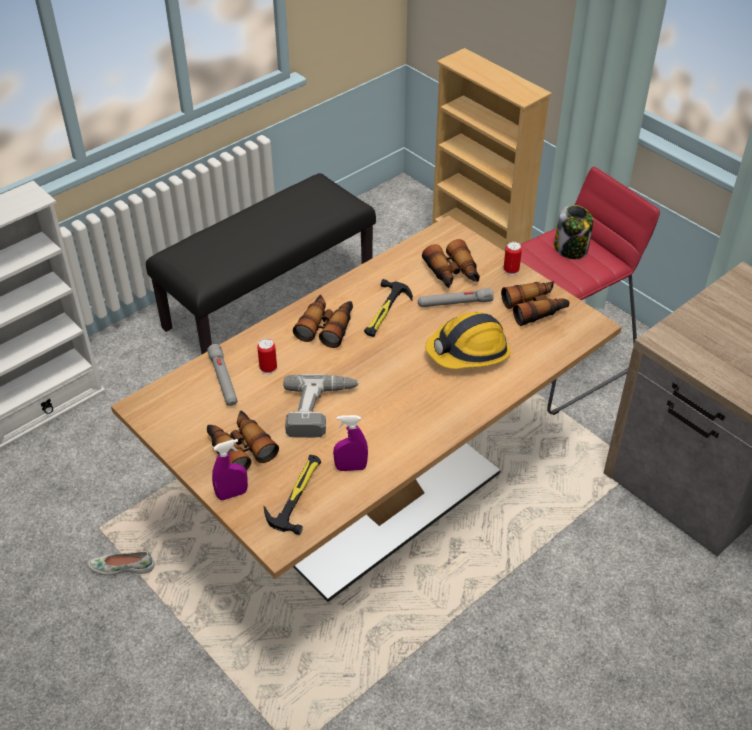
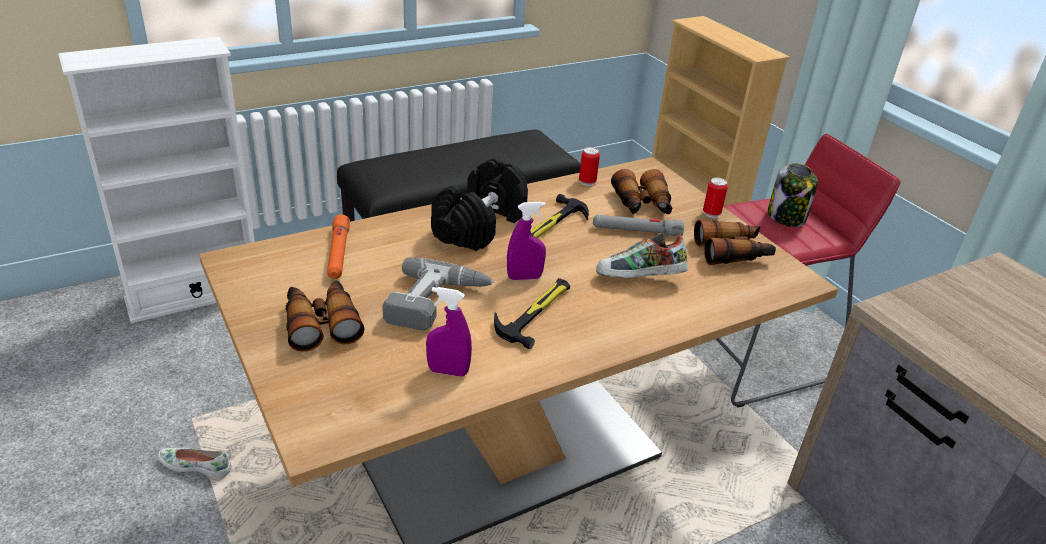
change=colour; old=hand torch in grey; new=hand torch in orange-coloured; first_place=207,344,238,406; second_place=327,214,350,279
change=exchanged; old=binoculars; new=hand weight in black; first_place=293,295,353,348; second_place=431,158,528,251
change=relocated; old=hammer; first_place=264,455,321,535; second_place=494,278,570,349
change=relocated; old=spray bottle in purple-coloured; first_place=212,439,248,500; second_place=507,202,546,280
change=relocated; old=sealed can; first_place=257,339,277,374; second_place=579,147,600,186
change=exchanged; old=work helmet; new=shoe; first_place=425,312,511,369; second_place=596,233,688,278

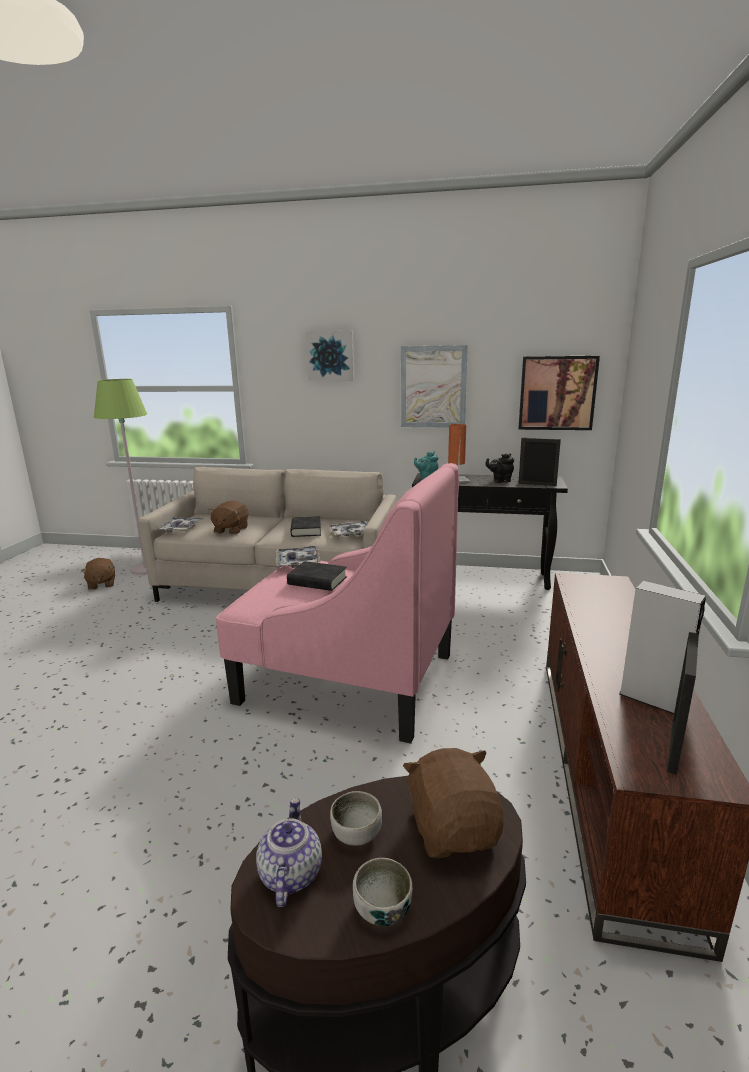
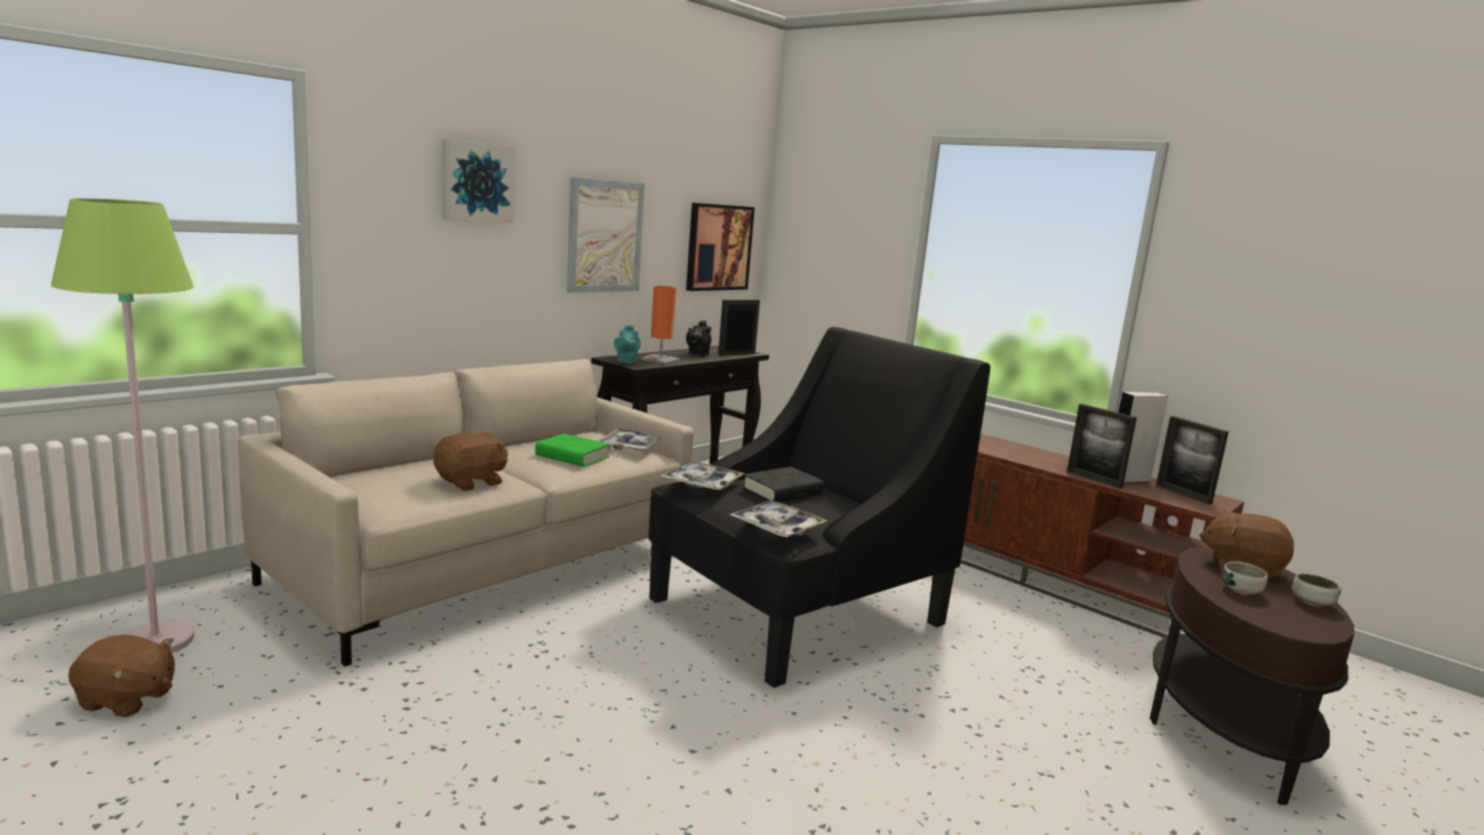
change=spun; old=cuddly toy in brown; first_place=208,500,248,535; second_place=433,431,508,491; degrees=-90
change=colour; old=book in black; new=book in green-coloured; first_place=290,516,321,537; second_place=535,433,610,467
change=colour; old=lounge chair in pinkish; new=lounge chair in black; first_place=216,463,459,744; second_place=648,327,990,688
change=relocated; old=carrying tray; first_place=155,517,204,532; second_place=729,500,827,538
change=appeared; new=standing frame; second_place=1067,404,1137,489
change=missing; old=pot for tea; first_place=256,797,322,907

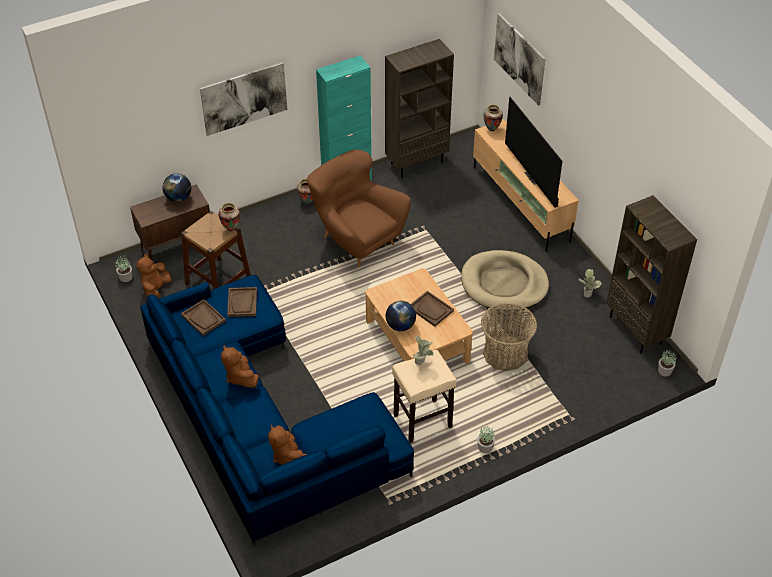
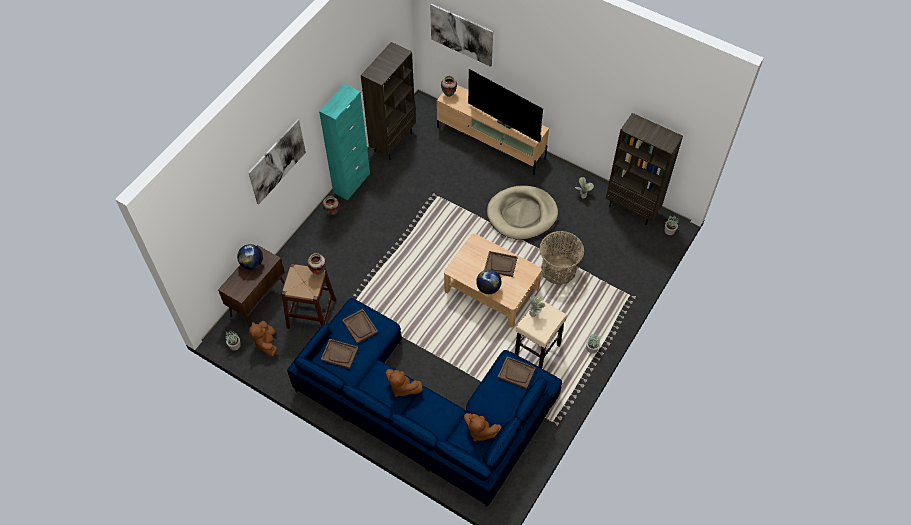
change=appeared; new=carrying tray in brown; second_place=498,356,536,389
change=missing; old=lounge chair in brown; first_place=307,150,411,267

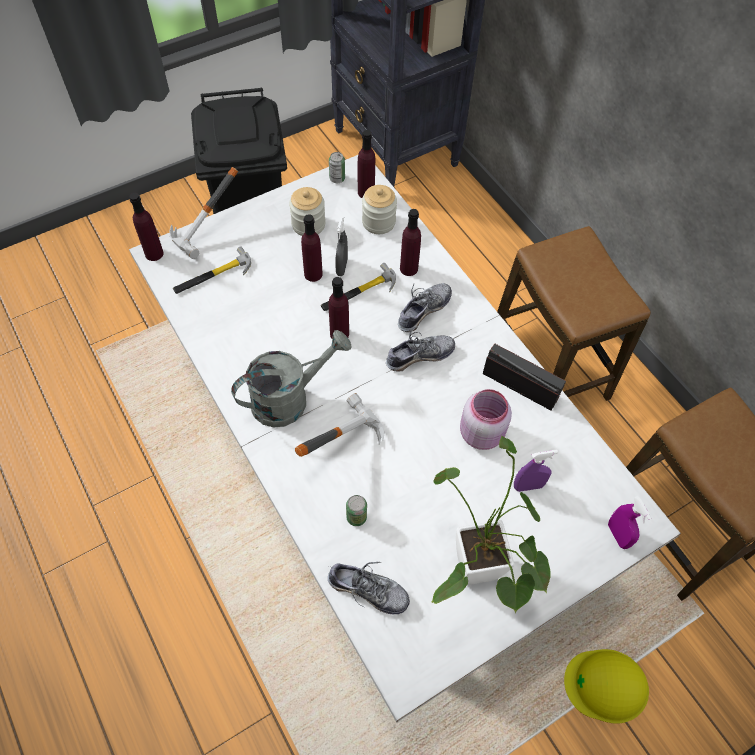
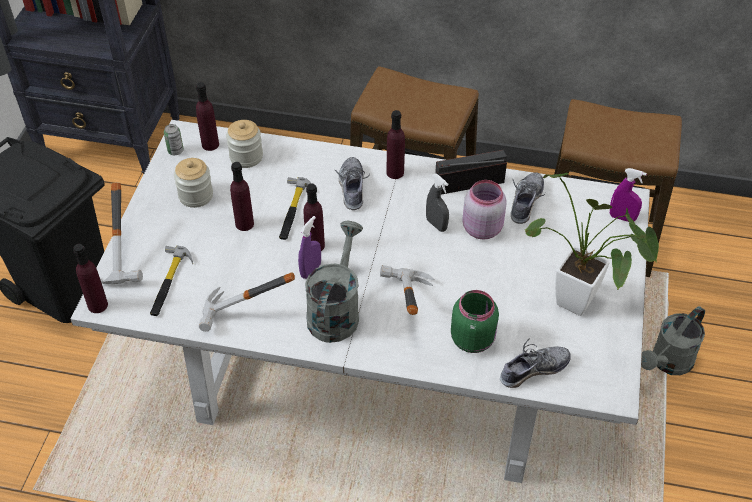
change=appeared; new=hammer; second_place=199,272,295,332
change=relocated; old=spray bottle in purple-coloured; first_place=514,450,558,492; second_place=298,216,321,279
change=relocated; old=beverage bottle in purple-coloured; first_place=400,209,421,276; second_place=386,110,405,179
change=relocated; old=spray bottle in grey; first_place=335,217,348,276; second_place=426,174,449,232
change=exchanged; old=sealed can; new=preserve jar in green-coloured; first_place=346,495,367,526; second_place=451,290,499,353
change=relocated; old=shoe; first_place=386,326,455,372; second_place=511,172,546,224
change=exchanged; old=work helmet in yellow-coloured; new=watering can in grey; first_place=564,649,649,723; second_place=641,306,705,375

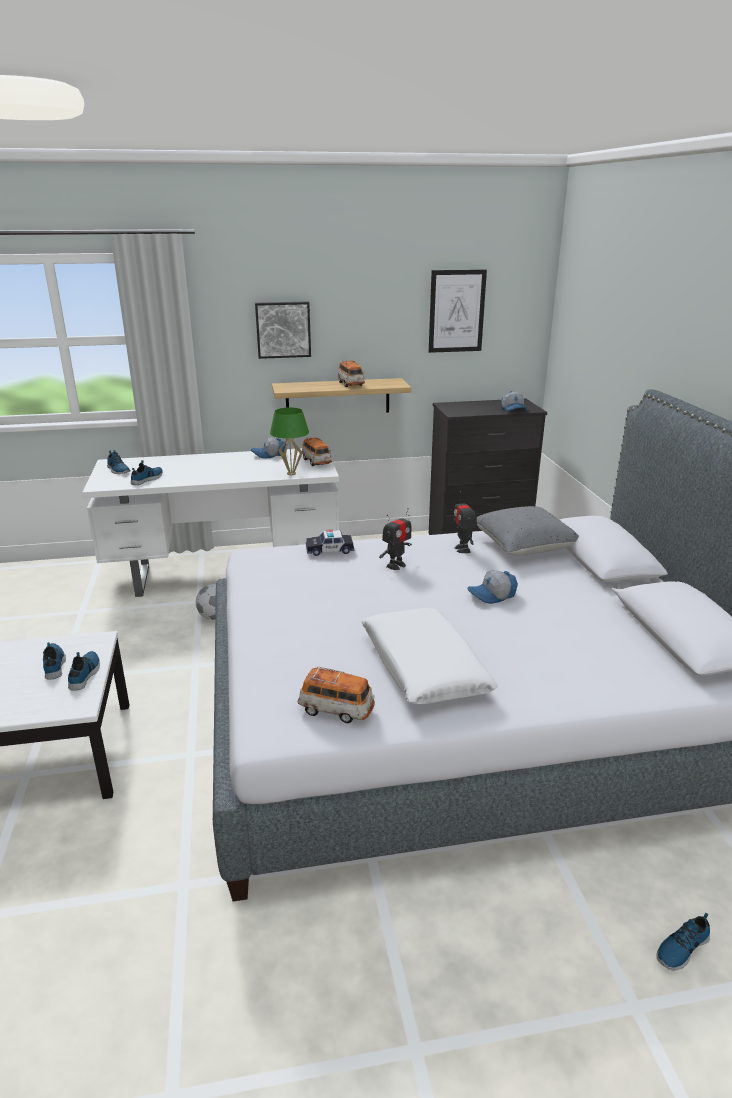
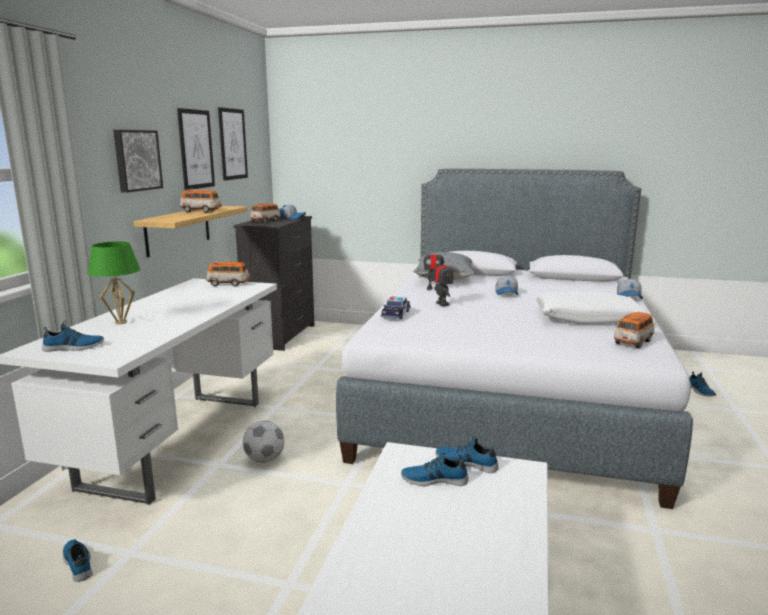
change=relocated; old=shoe; first_place=131,460,163,485; second_place=63,539,93,582
change=relocated; old=lamp for a table in green-coloured; first_place=270,408,309,475; second_place=88,242,140,324
change=appeared; new=wall picture; second_place=177,108,215,190
change=appeared; new=model car; second_place=250,203,281,223
change=relocated; old=baseball cap; first_place=251,437,286,459; second_place=617,278,643,299

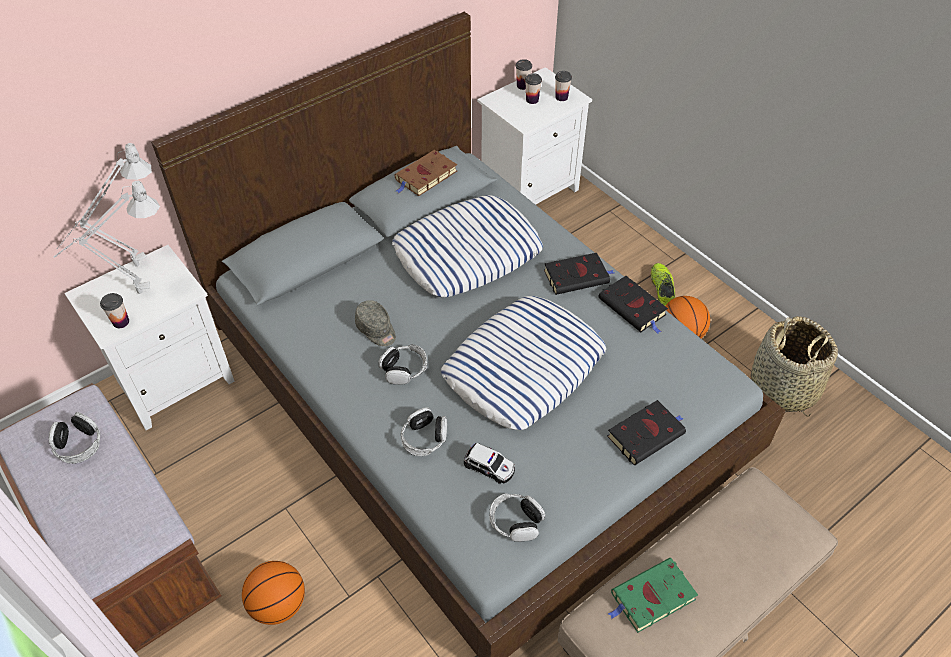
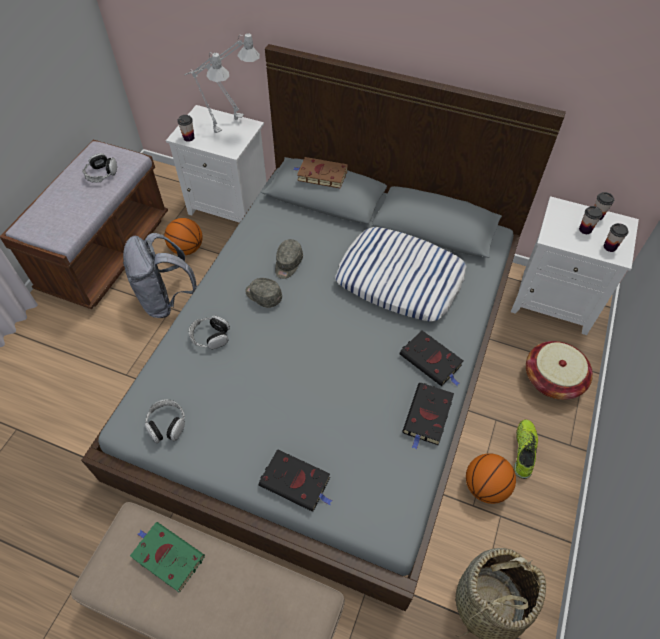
change=appeared; new=backpack in grey; second_place=123,233,197,318
change=relocated; old=basketball; first_place=242,561,305,625; second_place=164,218,203,255
change=exchanged; old=headphones; new=baseball cap in grey; first_place=378,344,427,384; second_place=245,278,282,308
change=relocated; old=book in brown; first_place=395,150,457,196; second_place=293,157,348,189
change=spun; old=shoe; first_place=651,263,675,306; second_place=514,419,538,479; degrees=-45
change=appeared; new=storage basket; second_place=526,341,593,400
change=missing; old=pillow; first_place=441,296,606,430
change=missing; old=model car; first_place=464,443,515,484

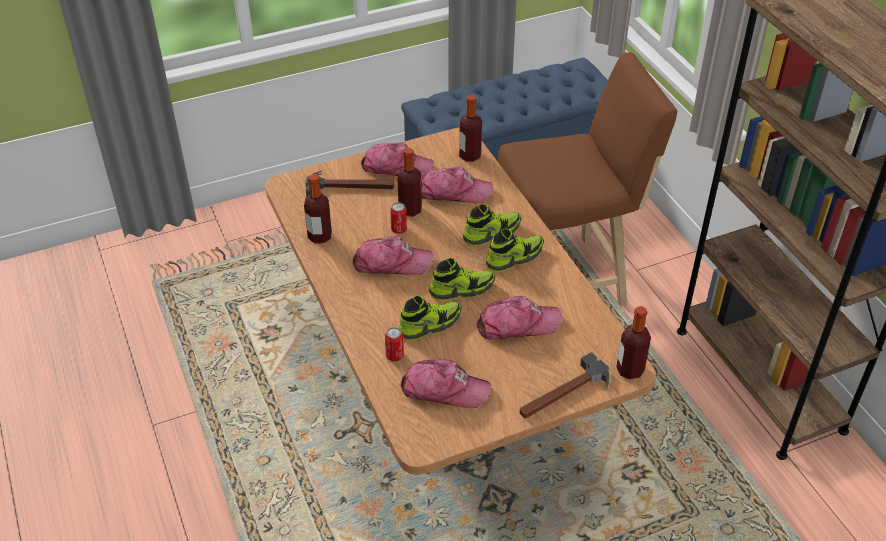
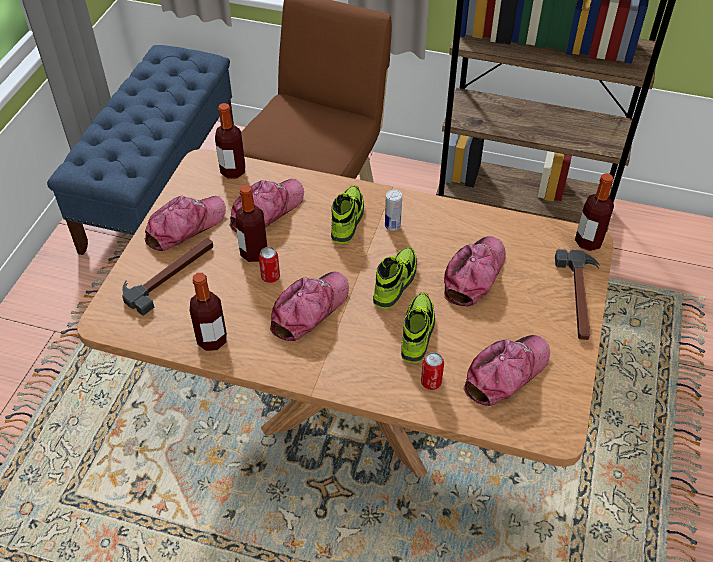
change=exchanged; old=shoe; new=sealed can; first_place=486,228,544,272; second_place=385,190,402,231

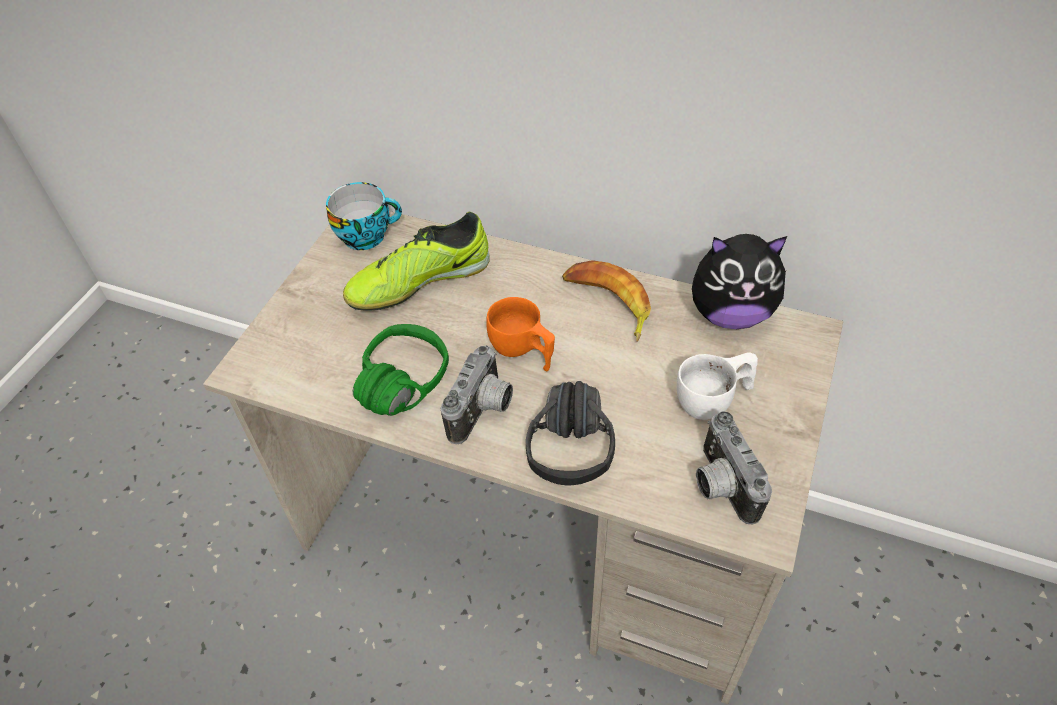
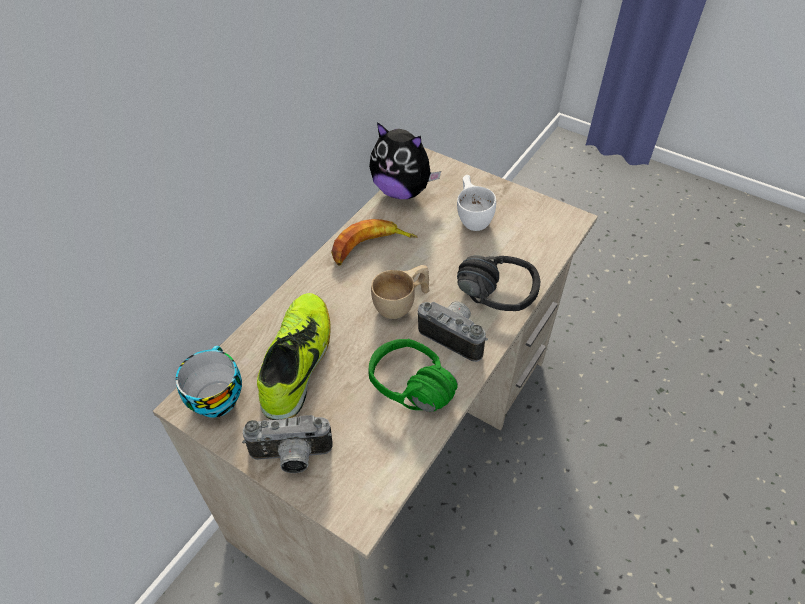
change=relocated; old=still camera; first_place=696,411,772,525; second_place=242,415,333,473
change=spun; old=shoe; first_place=343,212,490,311; second_place=257,293,331,420; degrees=-150
change=spun; old=cuddly toy; first_place=692,234,787,329; second_place=369,122,441,199; degrees=105
change=colour; old=small cup in orange-coloured; new=small cup in beige; first_place=486,297,555,371; second_place=371,265,430,319

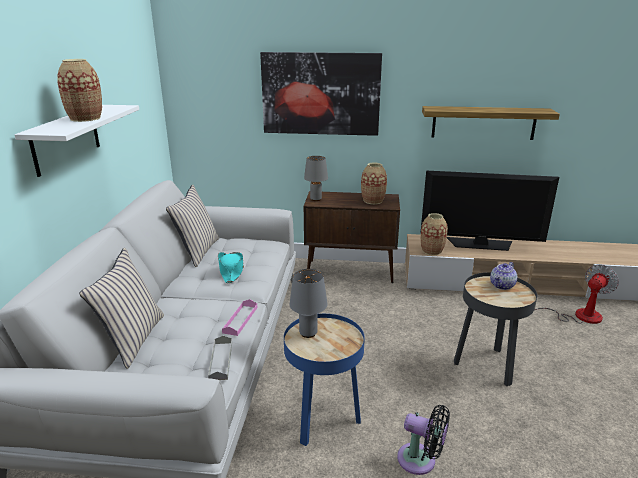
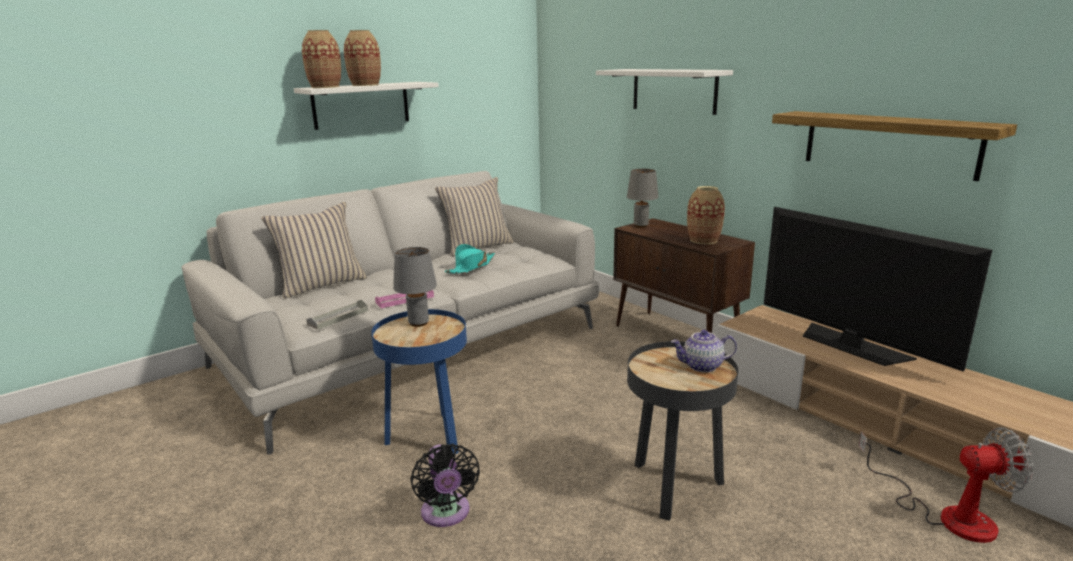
change=relocated; old=flower vase; first_place=421,213,448,255; second_place=302,30,341,88
change=exchanged; old=wall picture; new=wall shelf in white-coloured; first_place=260,52,382,136; second_place=596,69,733,115

